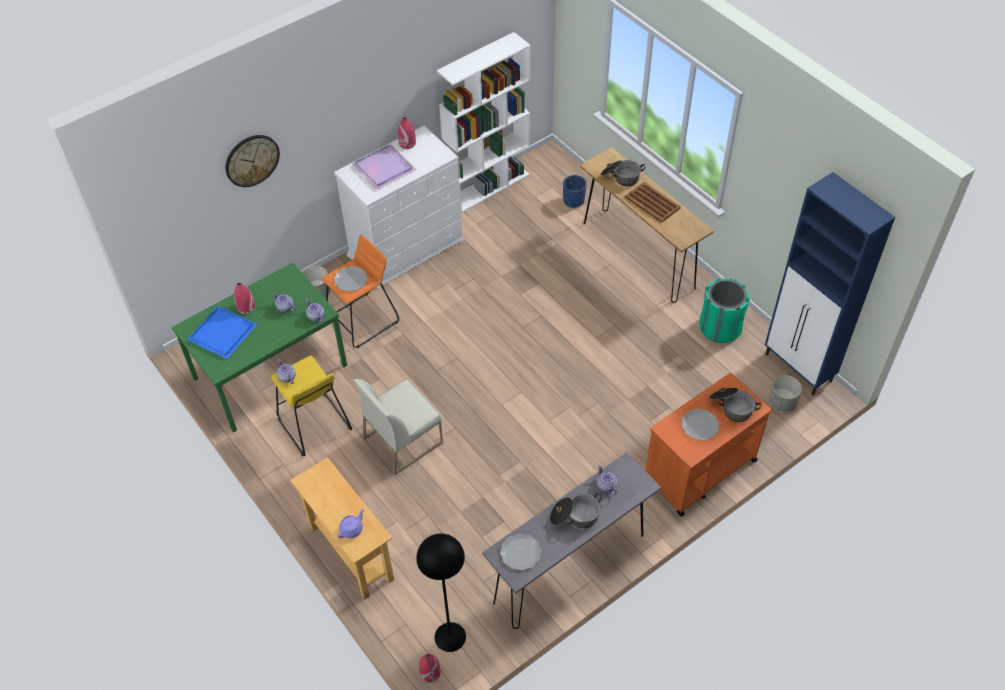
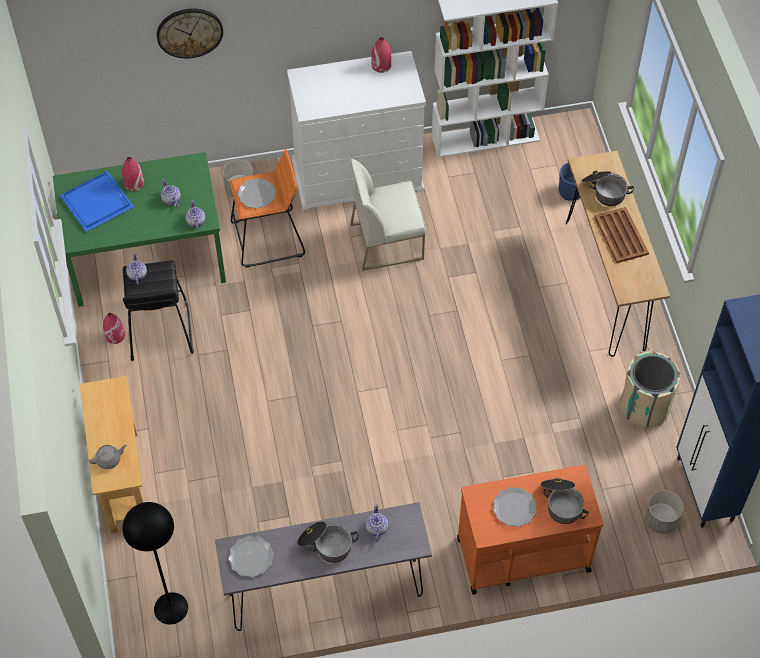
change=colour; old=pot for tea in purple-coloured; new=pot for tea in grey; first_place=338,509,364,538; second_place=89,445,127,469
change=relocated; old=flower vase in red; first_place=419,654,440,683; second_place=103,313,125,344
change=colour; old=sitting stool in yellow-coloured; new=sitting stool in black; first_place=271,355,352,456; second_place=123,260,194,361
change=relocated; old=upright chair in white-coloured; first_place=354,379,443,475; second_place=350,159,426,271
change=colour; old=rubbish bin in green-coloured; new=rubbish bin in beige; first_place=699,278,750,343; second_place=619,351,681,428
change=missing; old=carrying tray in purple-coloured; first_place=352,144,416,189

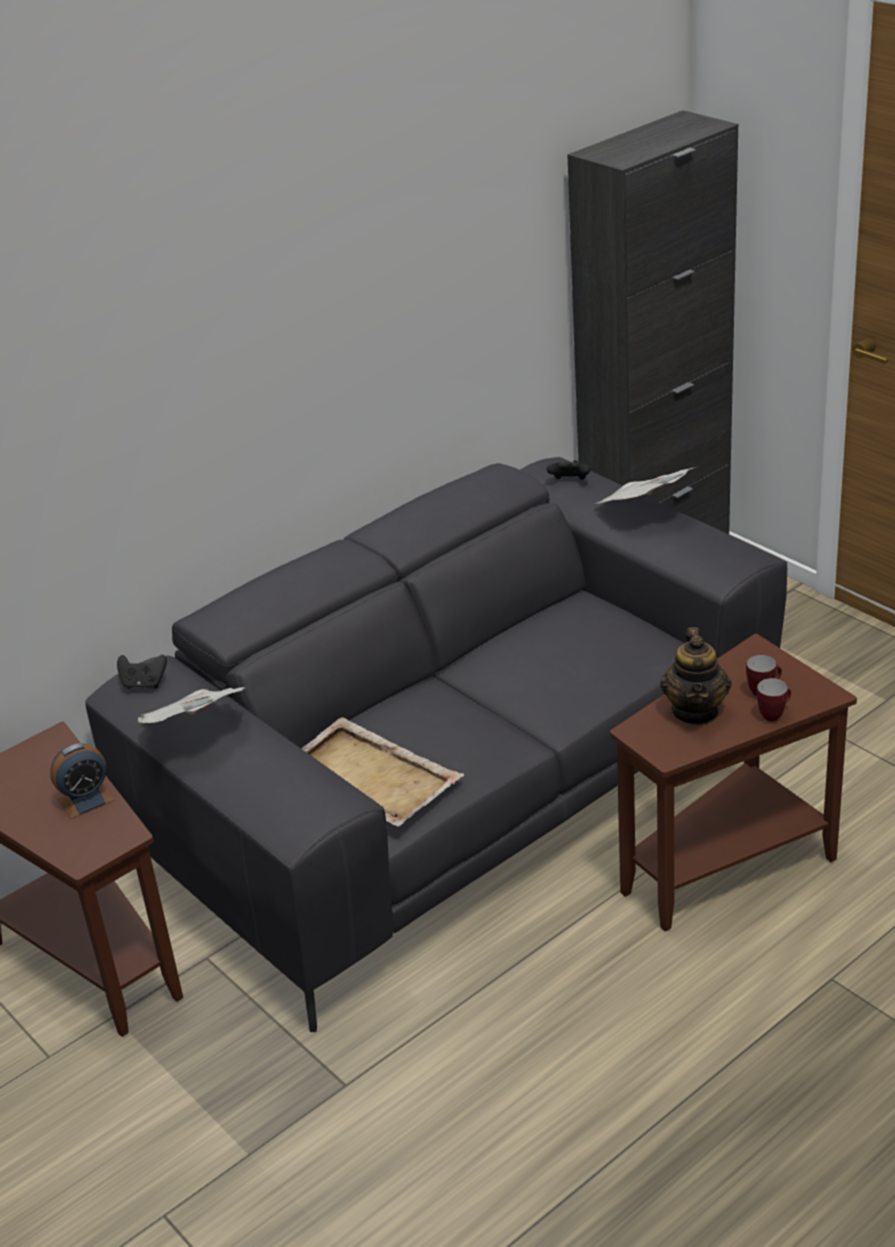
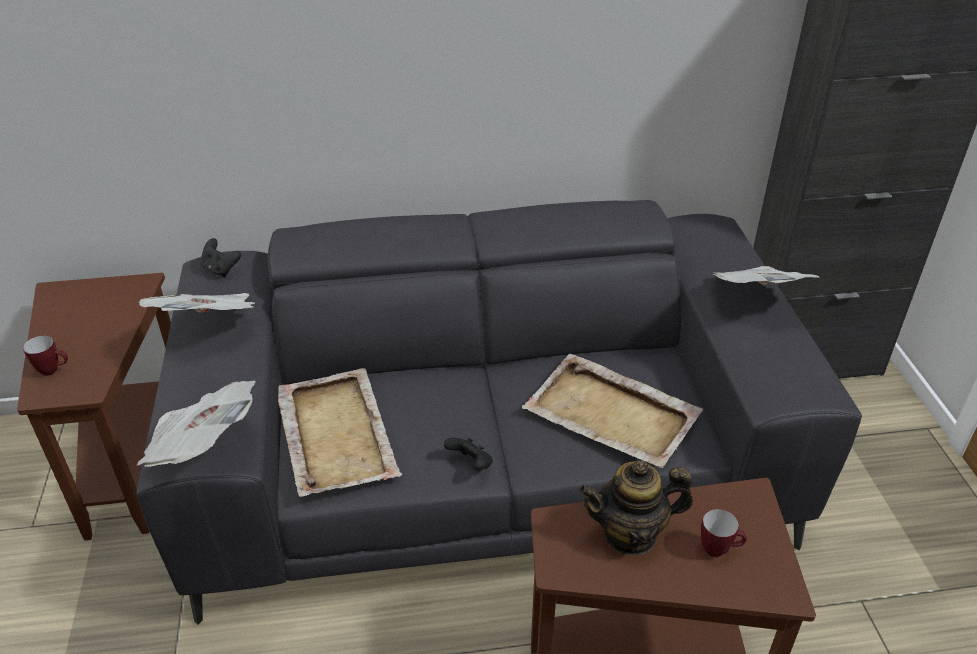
change=relocated; old=mug; first_place=757,678,791,722; second_place=23,335,68,376
change=appeared; new=printed paper; second_place=137,381,256,467
change=relocated; old=game controller in black; first_place=547,460,590,480; second_place=444,438,493,470
change=appeared; new=carrying tray in beige; second_place=522,354,703,468
change=spun; old=pot for tea; first_place=660,627,731,725; second_place=579,460,693,556; degrees=45
change=missing; old=table clock; first_place=50,743,115,819

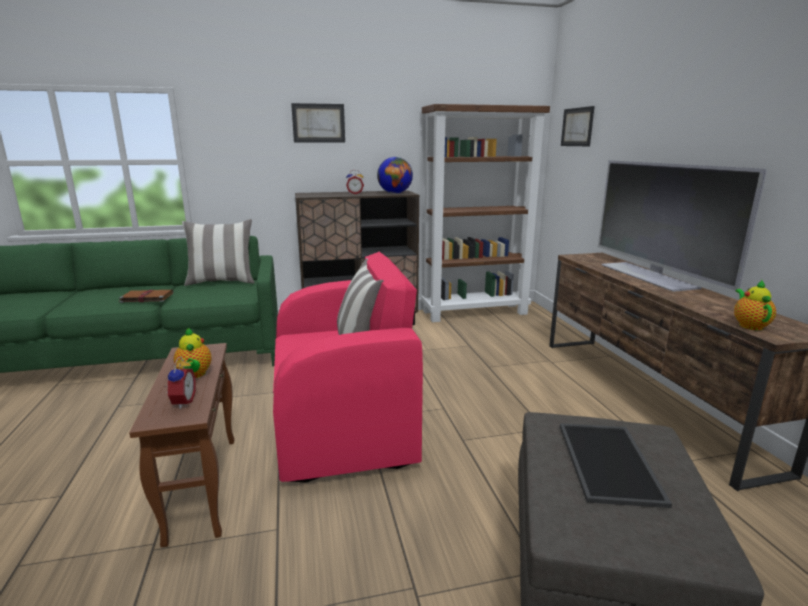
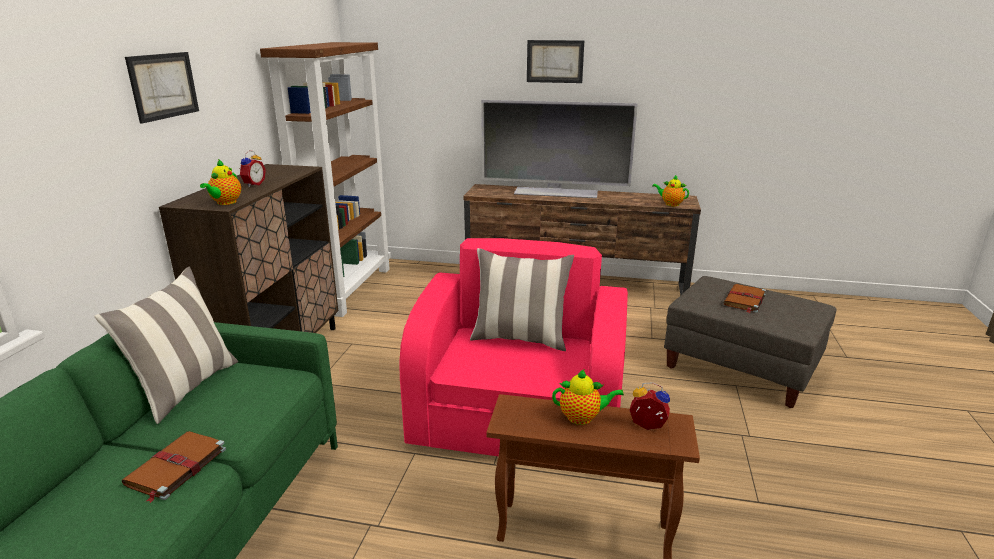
change=appeared; new=pot for tea; second_place=200,159,241,205
change=relocated; old=wall picture; first_place=561,106,595,146; second_place=527,40,584,83
change=exchanged; old=carrying tray; new=book in brown; first_place=560,423,672,508; second_place=723,284,766,313
change=missing; old=desk globe; first_place=377,157,413,194

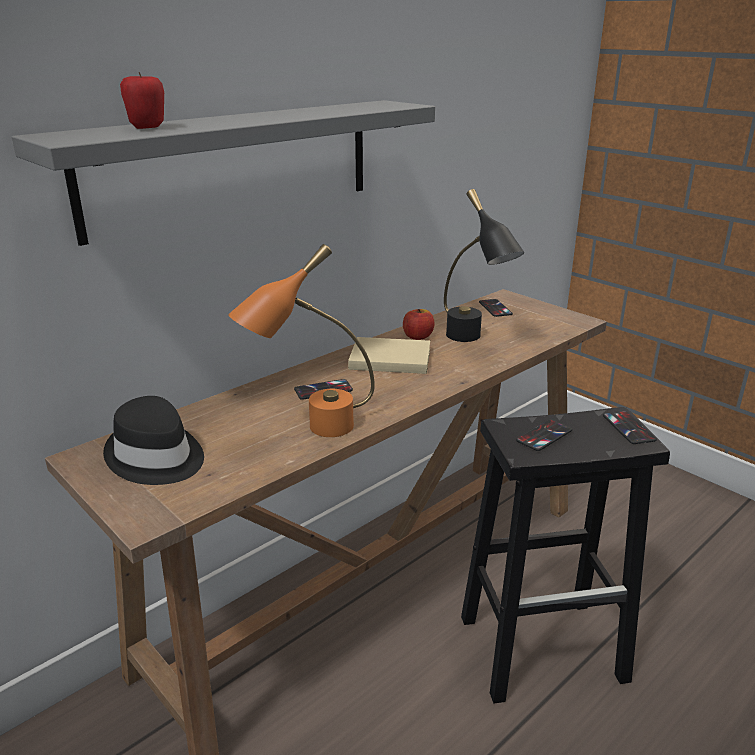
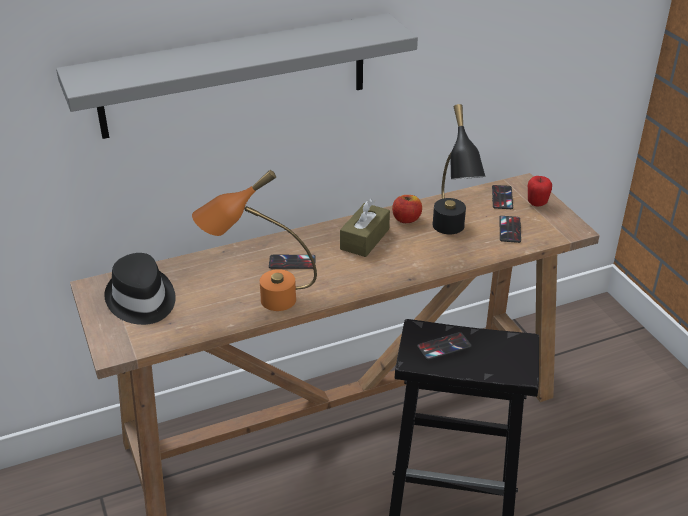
change=exchanged; old=book in beige; new=box of tissues in brown; first_place=348,337,430,374; second_place=340,199,390,257
change=relocated; old=telephone; first_place=603,411,657,444; second_place=499,216,521,243
change=relocated; old=whole apple; first_place=120,72,164,129; second_place=528,176,552,206

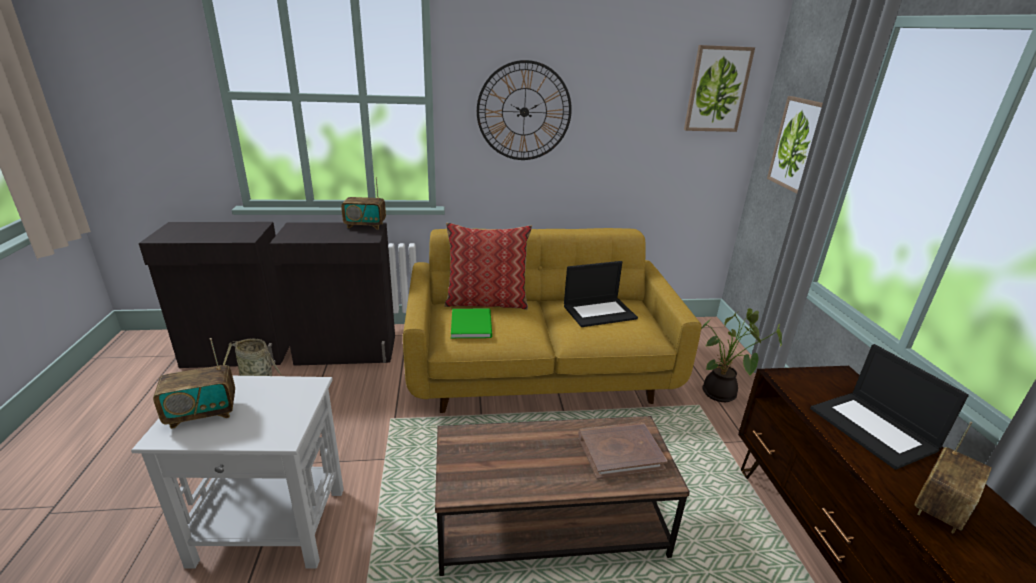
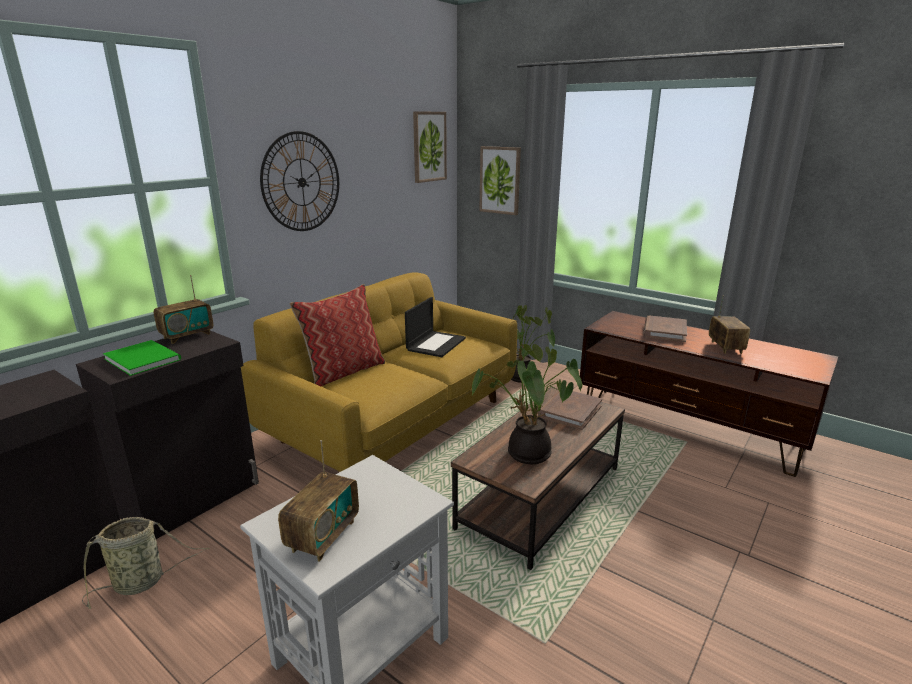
change=relocated; old=book in green-coloured; first_place=451,309,492,338; second_place=103,340,181,376
change=appeared; new=plant in a pot; second_place=471,344,582,464
change=exchanged; old=portable computer; new=book in brown; first_place=810,344,969,470; second_place=643,316,687,342

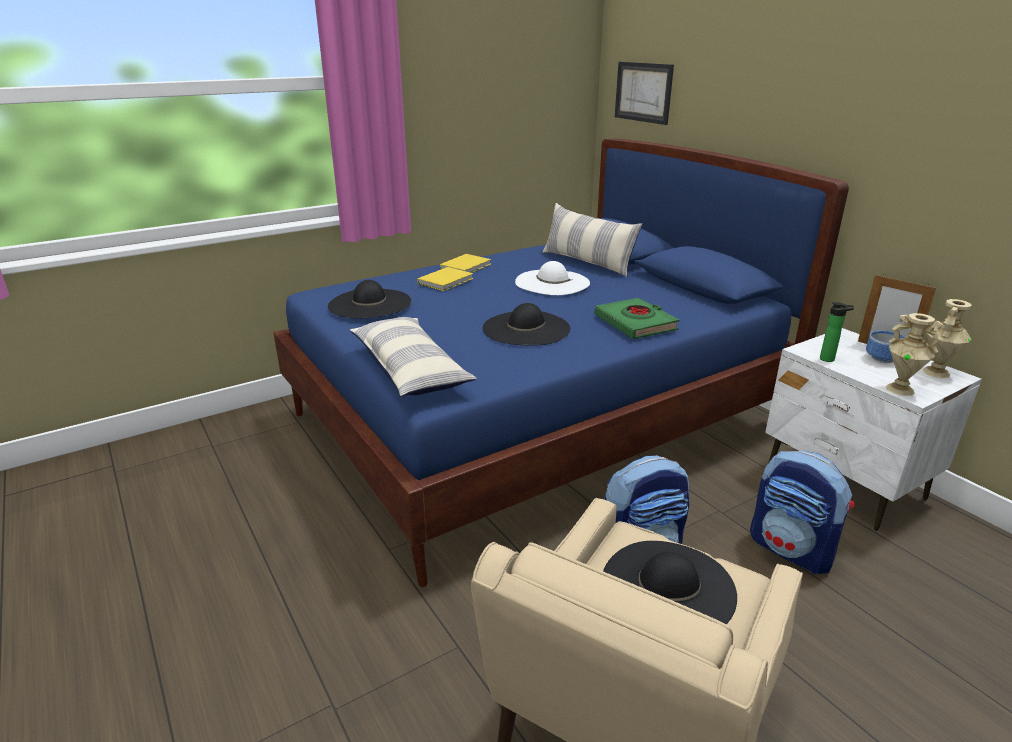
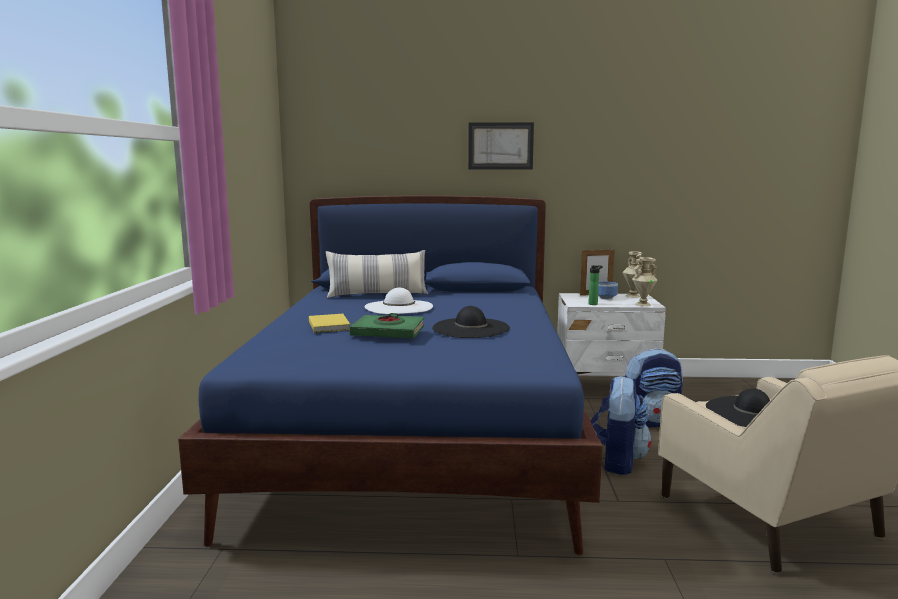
change=relocated; old=book in green-coloured; first_place=595,298,680,339; second_place=349,313,424,338
change=relocated; old=wall picture; first_place=615,62,674,125; second_place=468,122,534,170
change=missing; old=hat in black; first_place=328,280,411,318
change=missing; old=pillow; first_place=350,317,477,397
change=missing; old=book in yellow-coloured; first_place=440,254,491,273

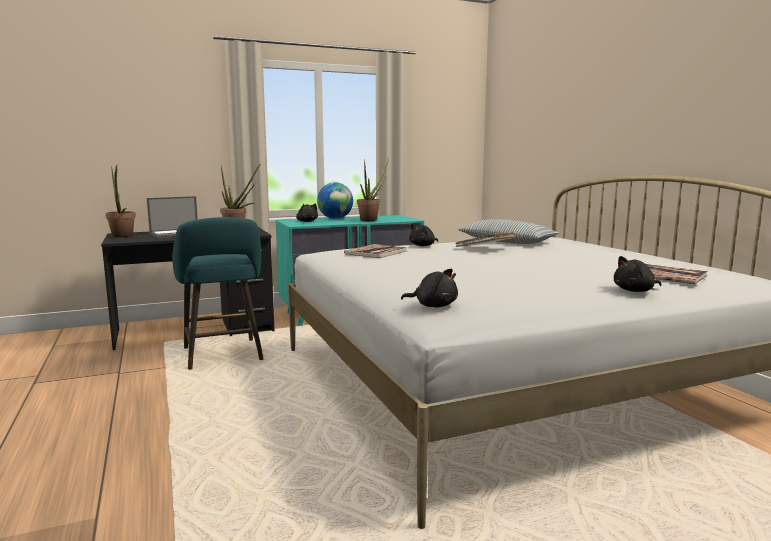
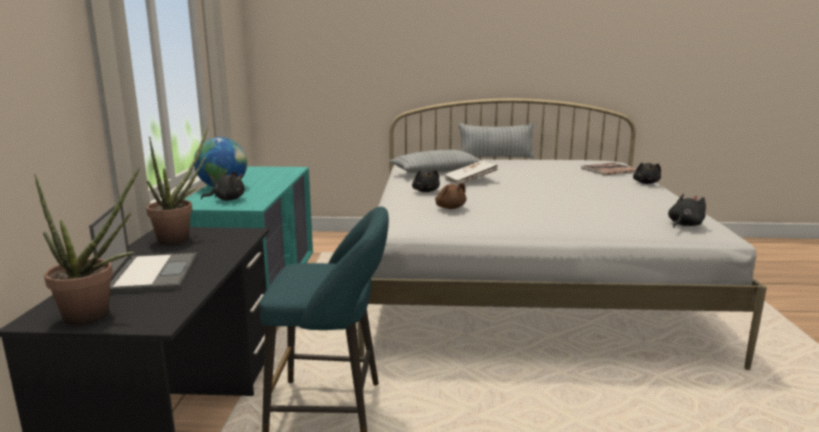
change=exchanged; old=book; new=cuddly toy in brown; first_place=344,244,407,258; second_place=435,183,467,209
change=appeared; new=pillow; second_place=458,123,534,159
change=missing; old=plant in a pot; first_place=357,158,389,221

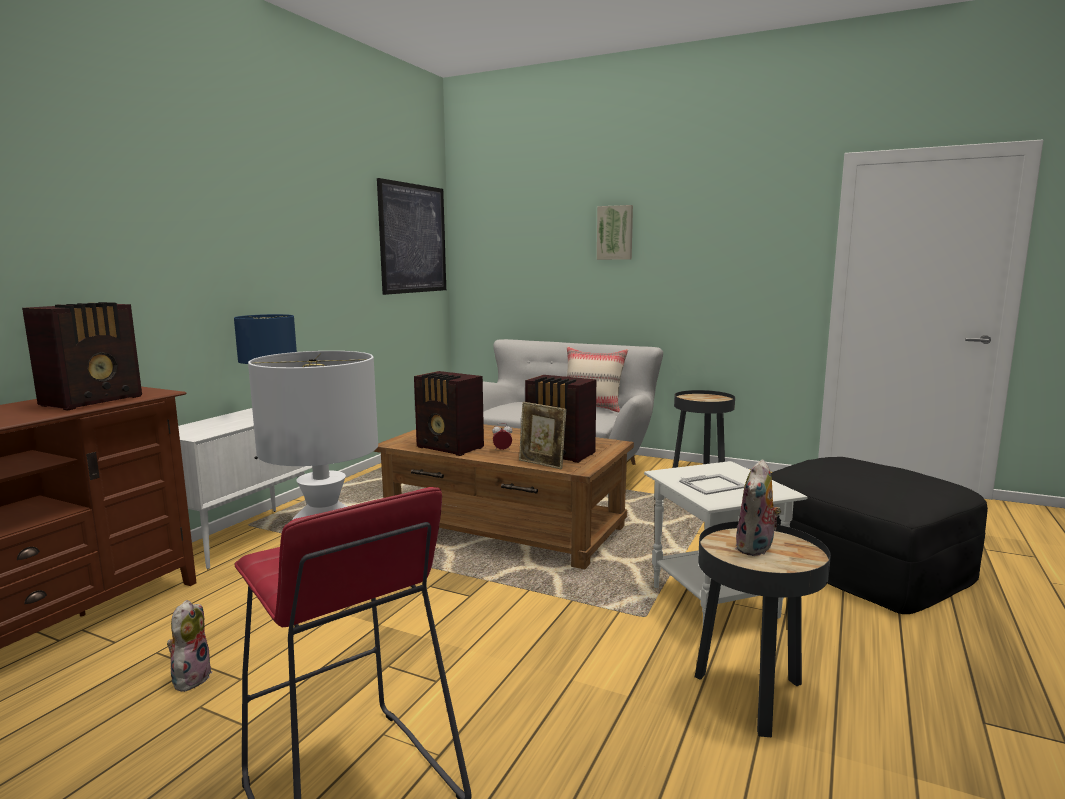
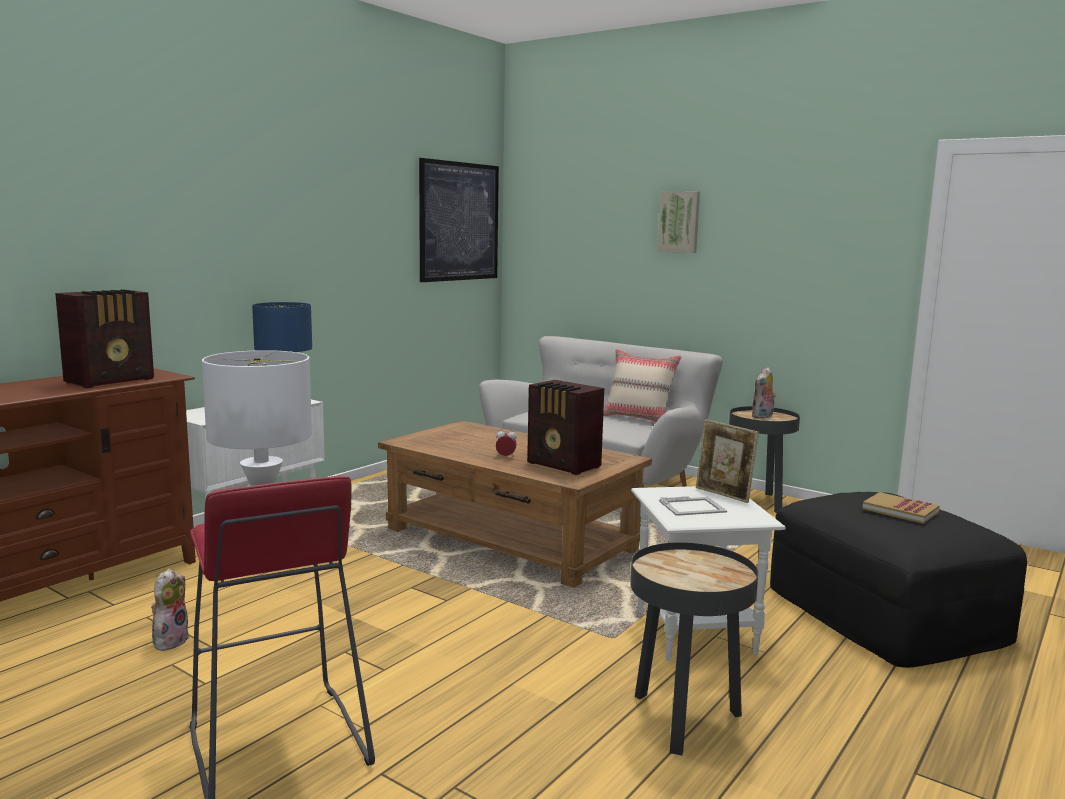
change=relocated; old=standing frame; first_place=519,402,566,469; second_place=696,419,759,503
change=relocated; old=cuddly toy; first_place=735,459,781,556; second_place=752,367,776,419
change=appeared; new=book; second_place=862,492,940,524
change=missing; old=radio; first_place=414,371,484,456

